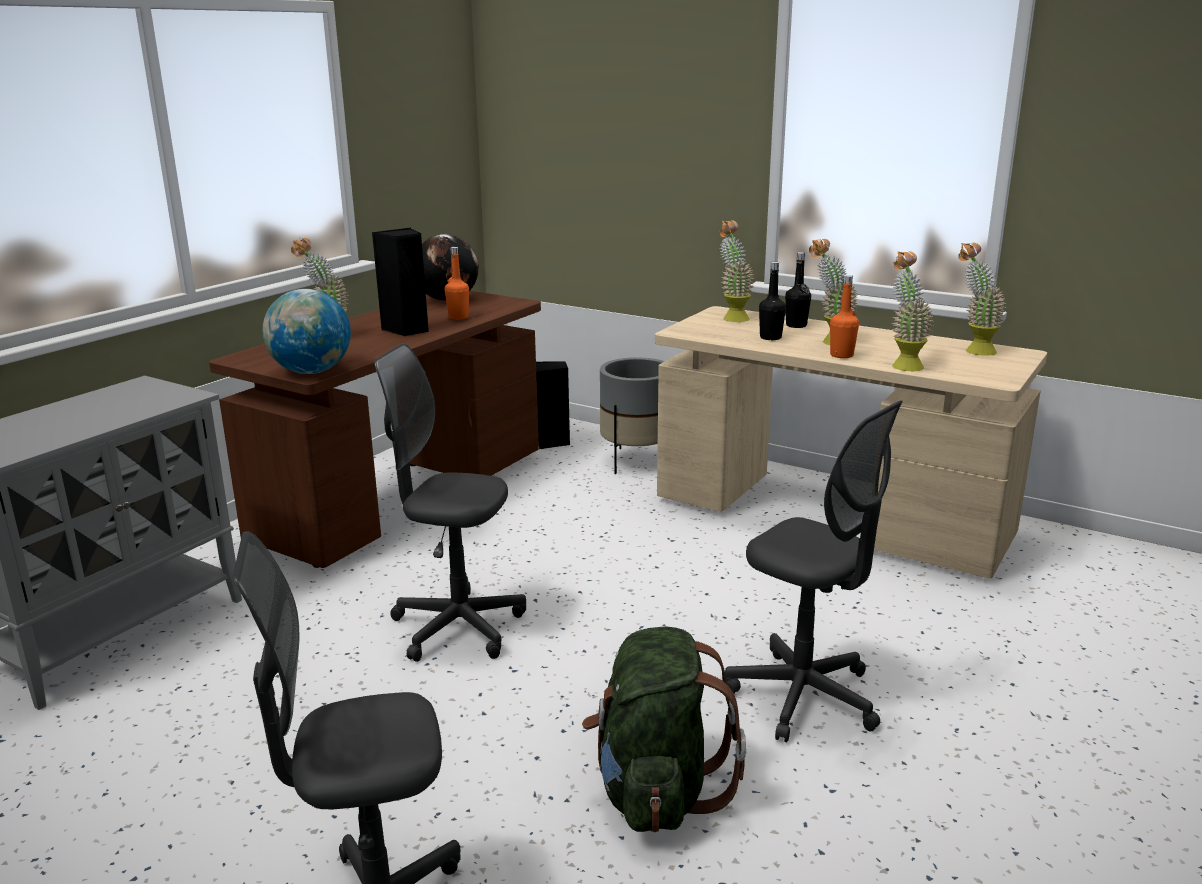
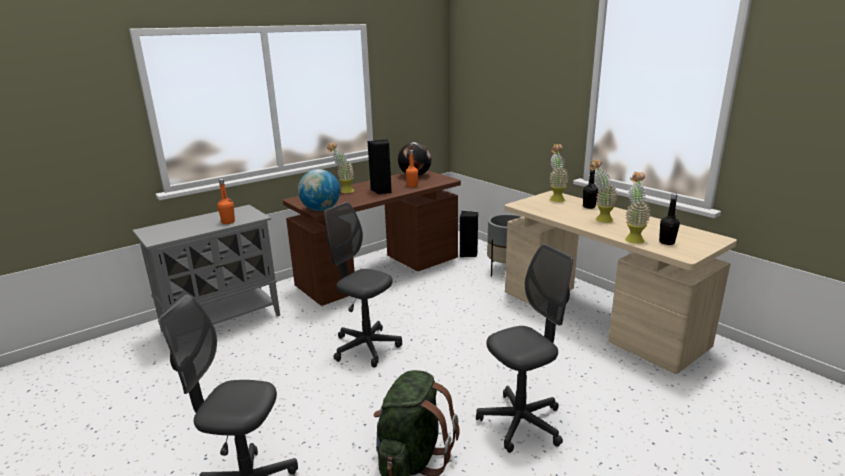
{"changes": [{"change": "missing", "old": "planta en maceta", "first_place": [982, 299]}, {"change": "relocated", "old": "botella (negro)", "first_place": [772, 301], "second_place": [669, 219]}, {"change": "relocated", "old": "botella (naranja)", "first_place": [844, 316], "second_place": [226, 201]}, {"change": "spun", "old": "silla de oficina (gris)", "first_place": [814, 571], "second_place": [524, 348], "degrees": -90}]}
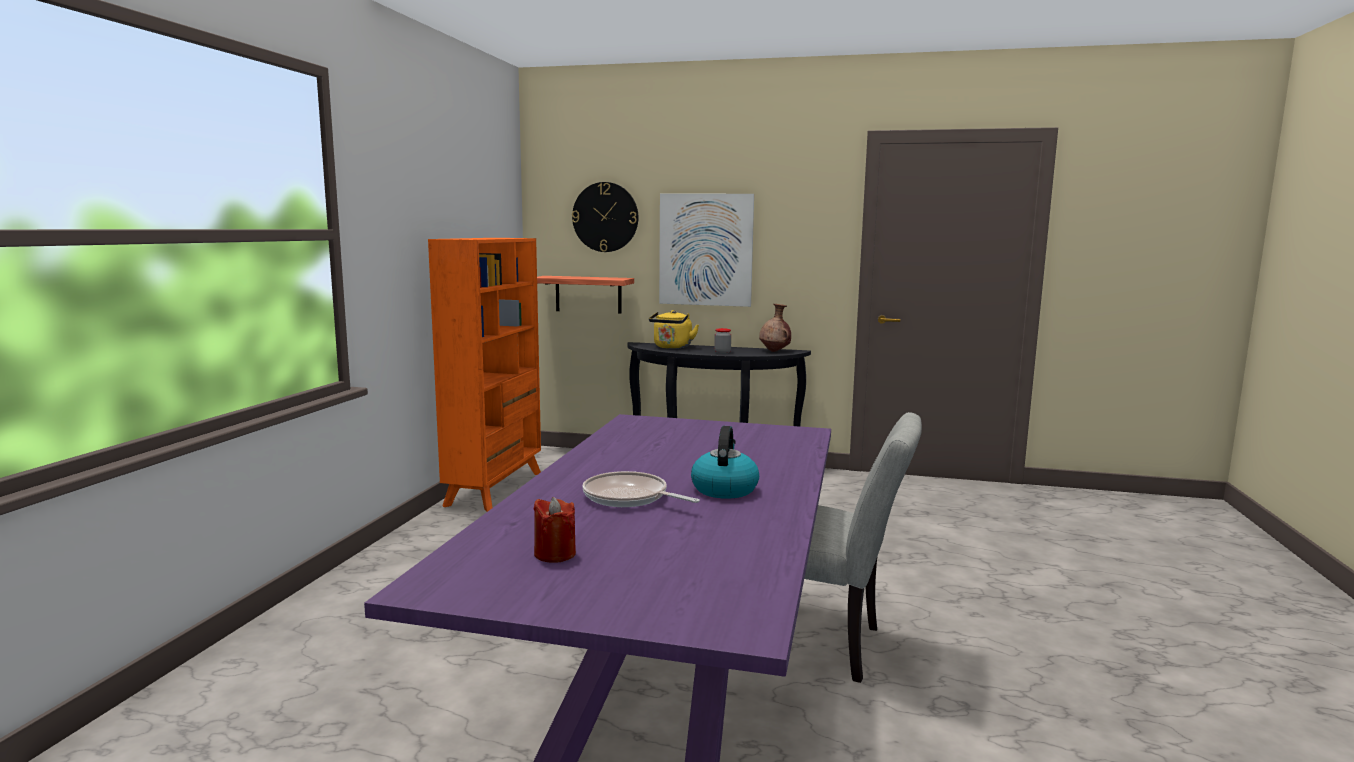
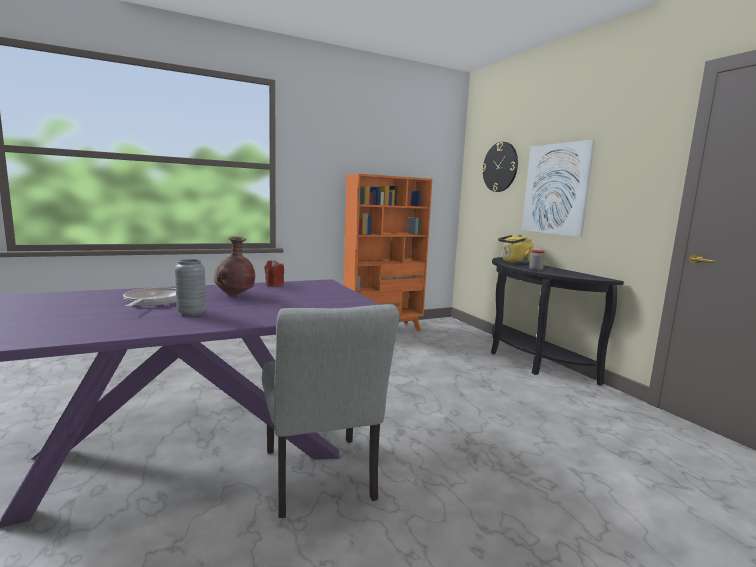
{"changes": [{"change": "missing", "old": "estante", "first_place": [585, 295]}, {"change": "relocated", "old": "vela (rojo)", "first_place": [555, 530], "second_place": [274, 273]}, {"change": "relocated", "old": "florero (marrón)", "first_place": [775, 328], "second_place": [234, 266]}, {"change": "exchanged", "old": "hervidor", "new": "florero (gris)", "first_place": [725, 462], "second_place": [190, 287]}]}
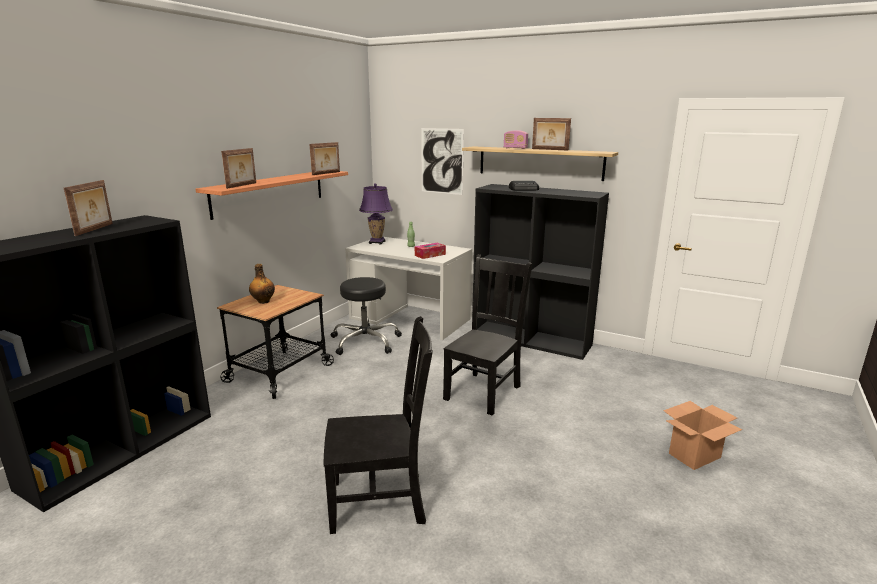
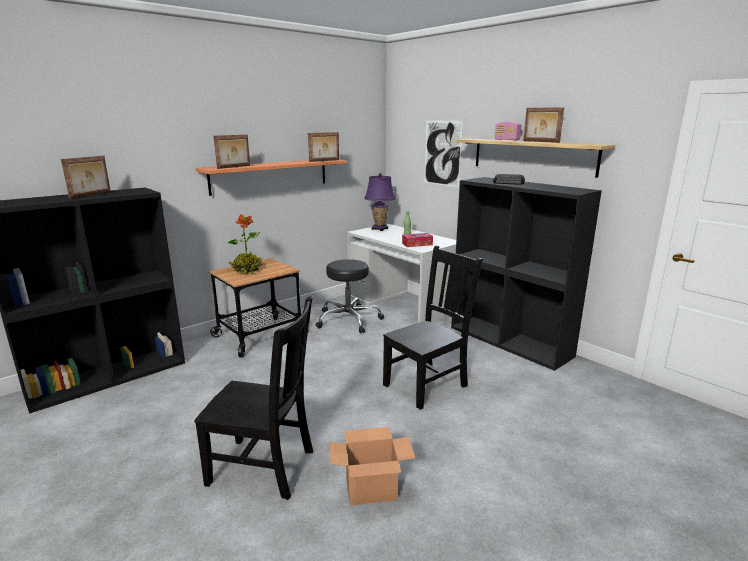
{"changes": [{"change": "relocated", "old": "caja de cartón", "first_place": [702, 435], "second_place": [372, 466]}, {"change": "exchanged", "old": "botella", "new": "planta en maceta", "first_place": [262, 284], "second_place": [245, 244]}]}
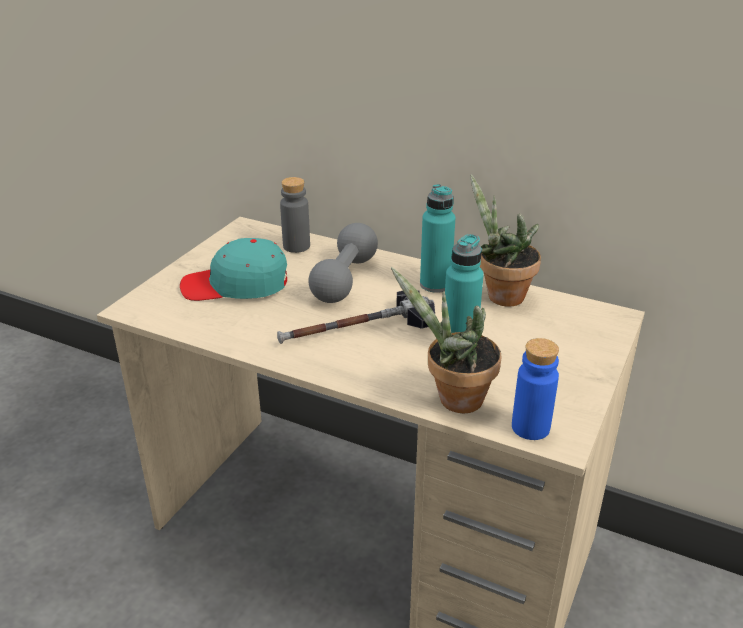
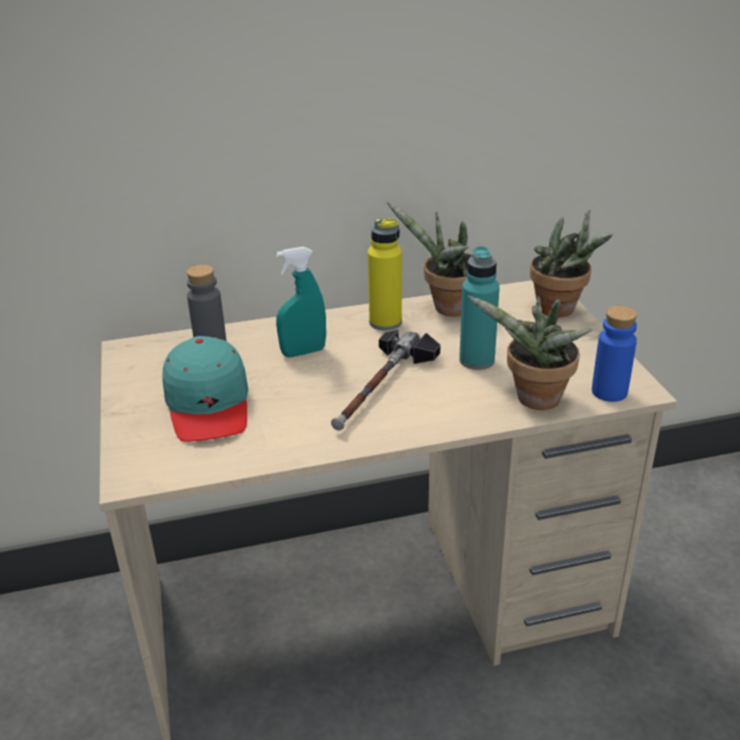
{"changes": [{"change": "appeared", "new": "planta en maceta", "second_place": [571, 263]}, {"change": "exchanged", "old": "mancuerna (gris)", "new": "pulverizador (turquesa)", "first_place": [343, 263], "second_place": [301, 301]}, {"change": "colour", "old": "botella (turquesa)", "new": "botella (amarillo)", "first_place": [437, 238], "second_place": [385, 274]}, {"change": "spun", "old": "gorra (turquesa)", "first_place": [233, 269], "second_place": [205, 389], "degrees": -60}]}
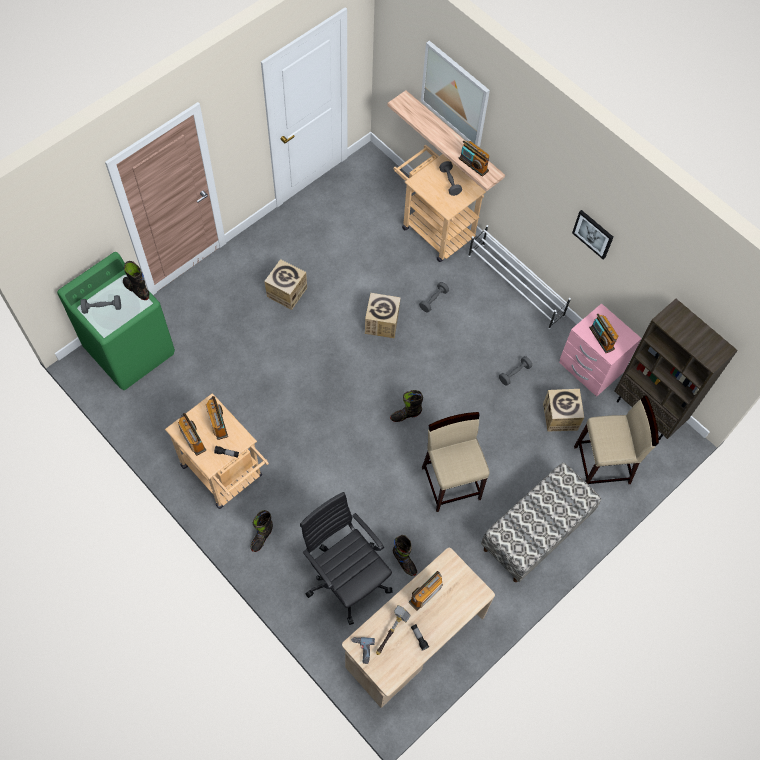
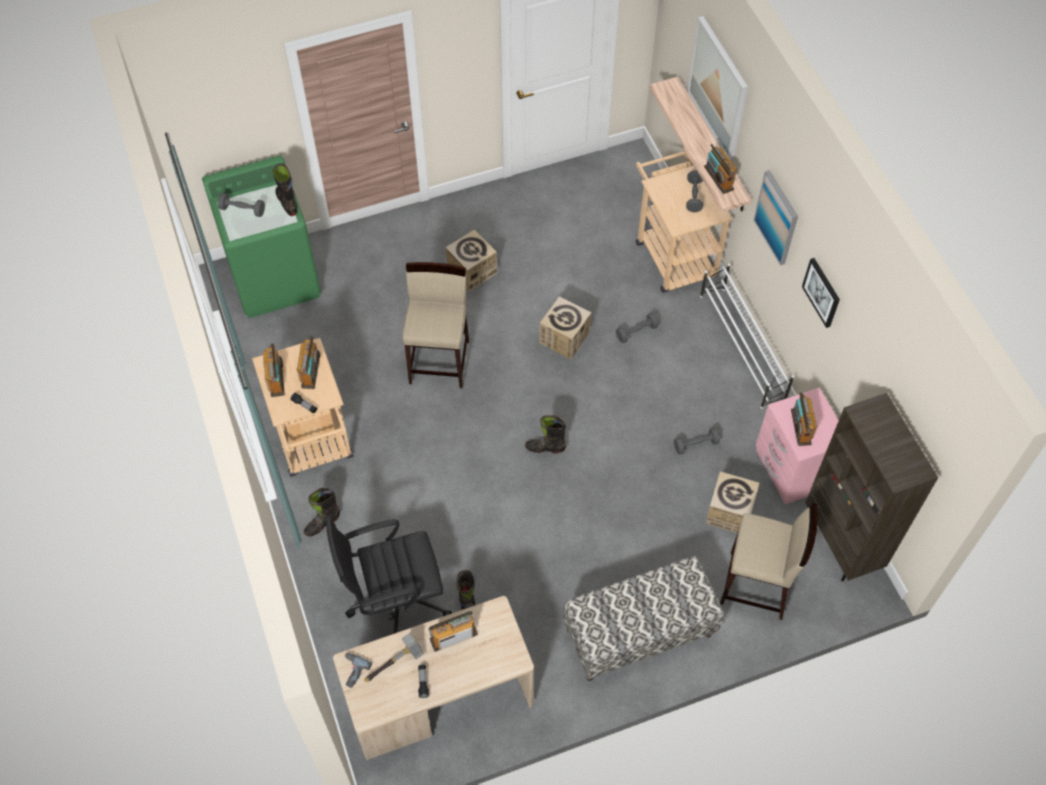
{"changes": [{"change": "appeared", "new": "cuadro", "second_place": [776, 217]}, {"change": "relocated", "old": "taburete (beis)", "first_place": [455, 462], "second_place": [435, 325]}, {"change": "spun", "old": "silla de oficina (negro)", "first_place": [346, 558], "second_place": [389, 575], "degrees": -90}]}
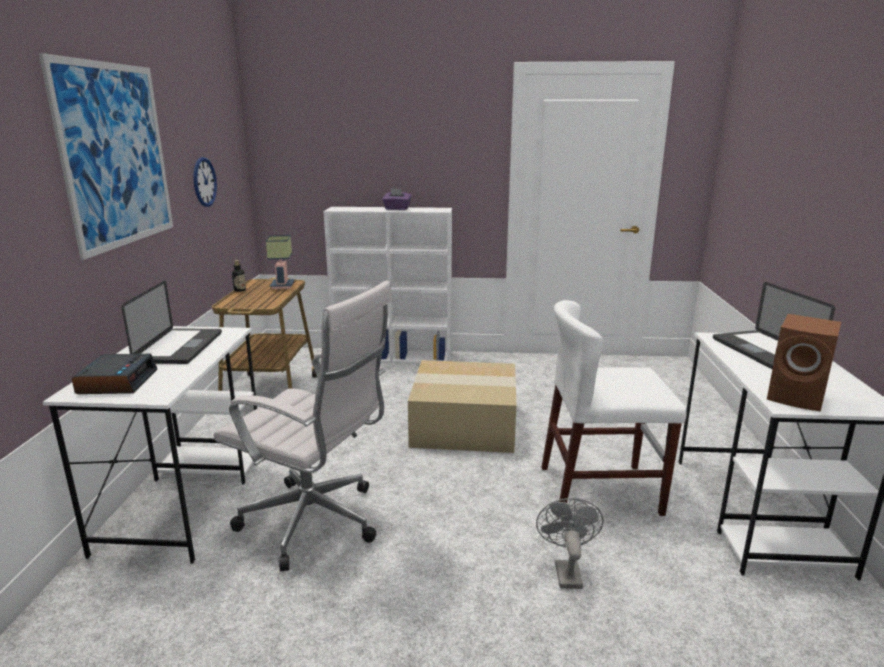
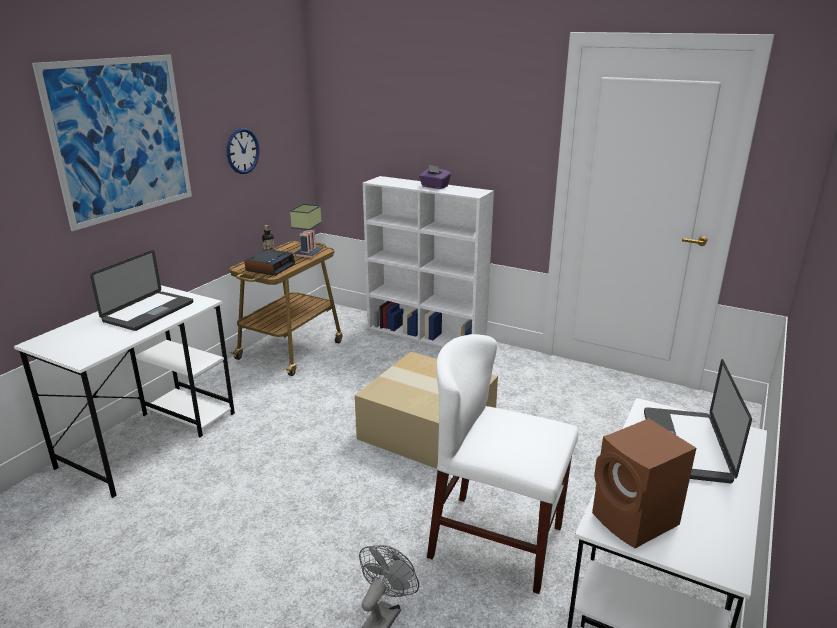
{"changes": [{"change": "missing", "old": "silla de oficina (blanco)", "first_place": [303, 426]}, {"change": "relocated", "old": "despertador", "first_place": [114, 374], "second_place": [270, 262]}]}
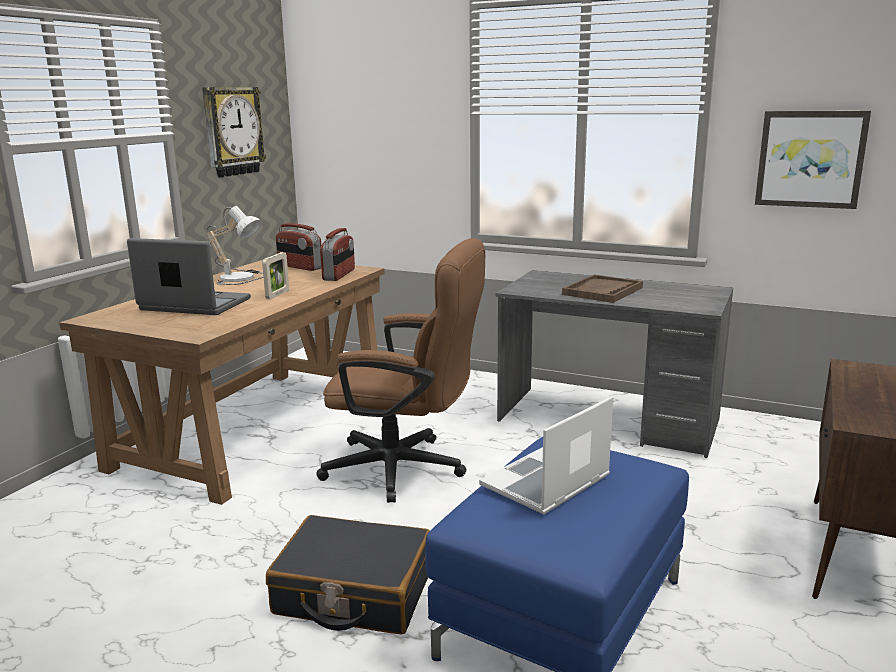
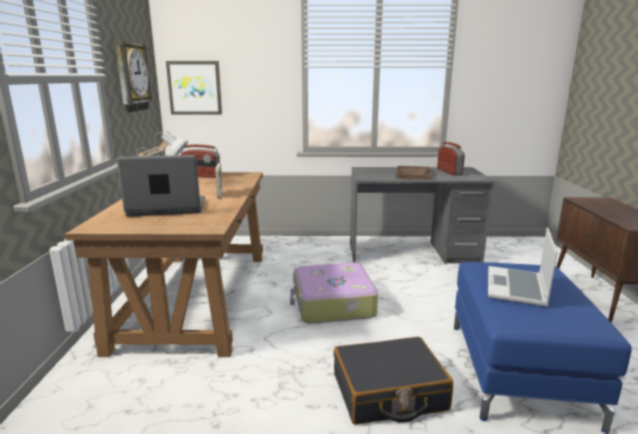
{"changes": [{"change": "relocated", "old": "radio", "first_place": [337, 254], "second_place": [451, 159]}, {"change": "relocated", "old": "cuadro", "first_place": [813, 160], "second_place": [194, 87]}, {"change": "exchanged", "old": "silla de oficina (marrón)", "new": "maleta", "first_place": [400, 370], "second_place": [334, 293]}]}
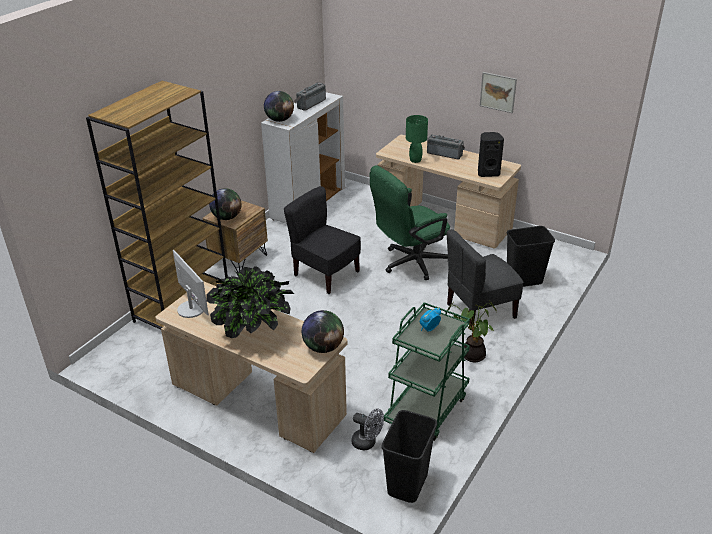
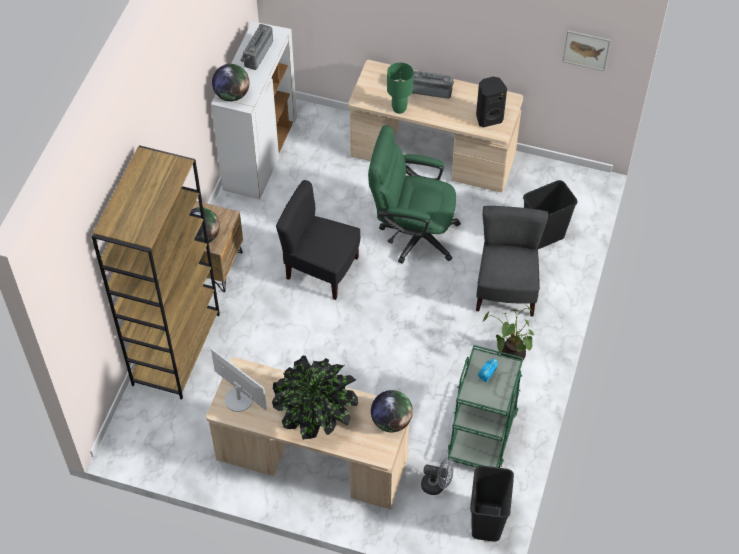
{"changes": [{"change": "relocated", "old": "cuadro", "first_place": [498, 92], "second_place": [586, 50]}, {"change": "spun", "old": "silla de oficina (verde)", "first_place": [410, 222], "second_place": [414, 194], "degrees": 60}, {"change": "spun", "old": "silla (gris)", "first_place": [485, 279], "second_place": [512, 261], "degrees": 135}]}
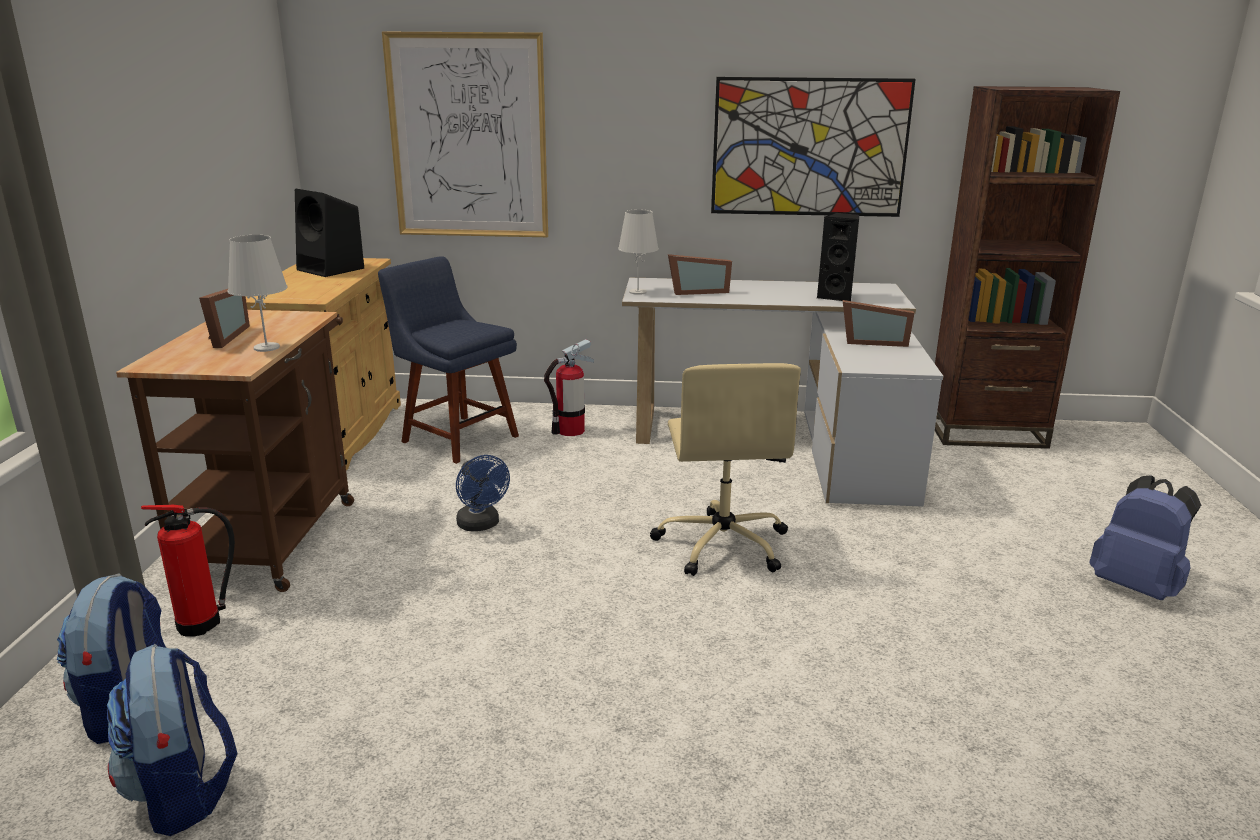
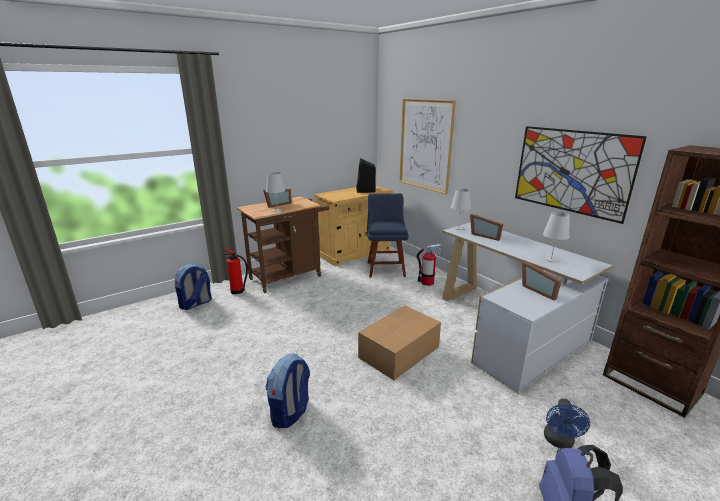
{"changes": [{"change": "relocated", "old": "mochila", "first_place": [172, 740], "second_place": [287, 391]}, {"change": "relocated", "old": "ventilador (azul)", "first_place": [483, 493], "second_place": [567, 423]}, {"change": "exchanged", "old": "silla de oficina (beis)", "new": "caja de cartón", "first_place": [725, 469], "second_place": [399, 343]}, {"change": "exchanged", "old": "altavoz (negro)", "new": "lámpara de mesa (blanco)", "first_place": [838, 256], "second_place": [556, 237]}]}
